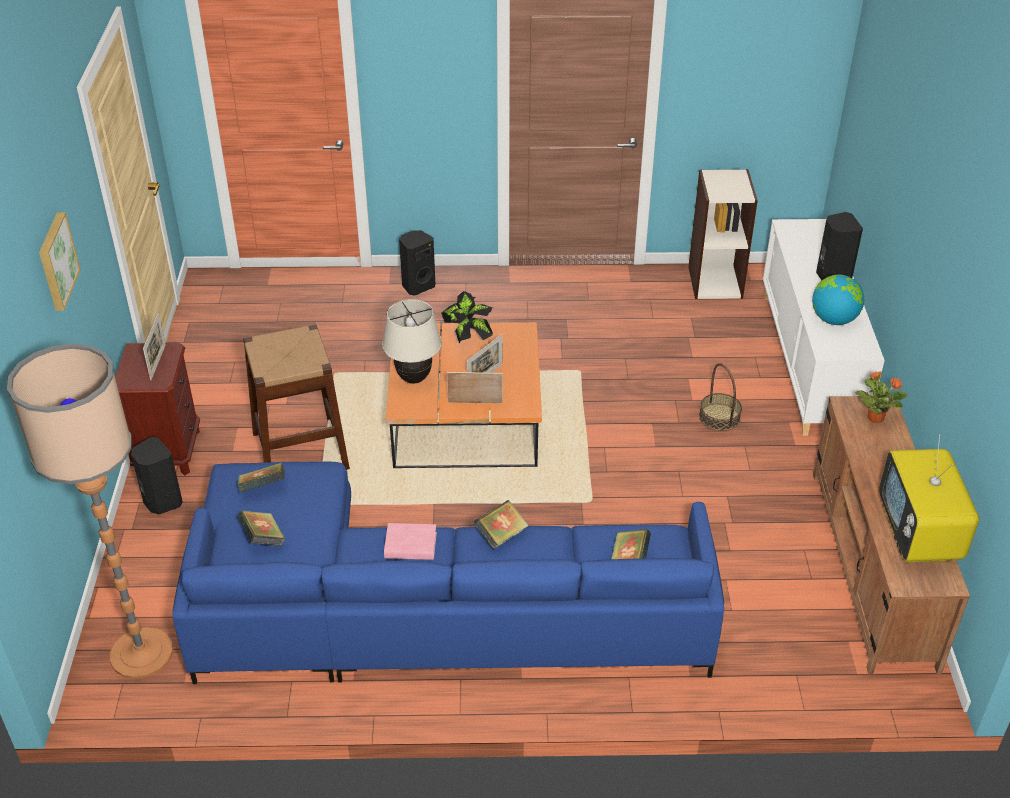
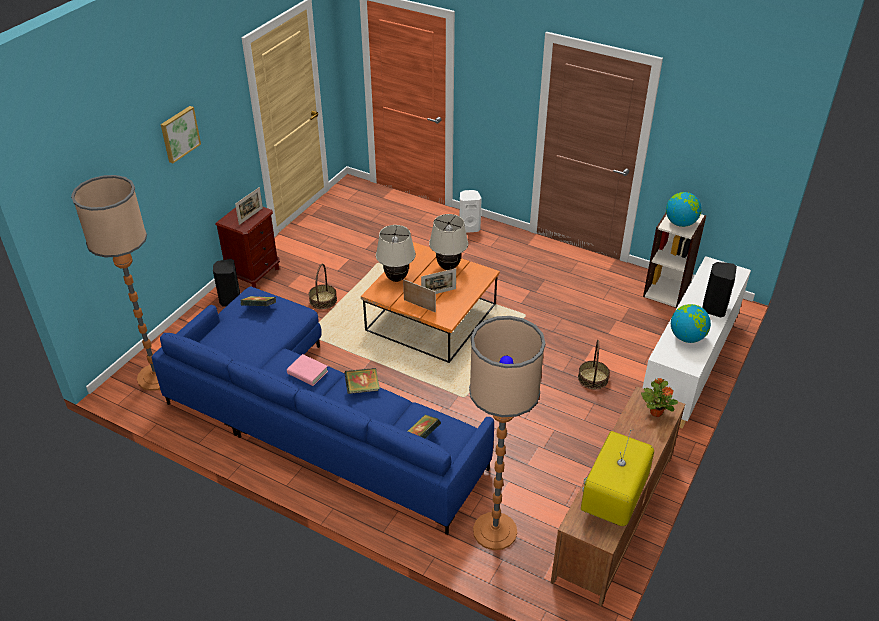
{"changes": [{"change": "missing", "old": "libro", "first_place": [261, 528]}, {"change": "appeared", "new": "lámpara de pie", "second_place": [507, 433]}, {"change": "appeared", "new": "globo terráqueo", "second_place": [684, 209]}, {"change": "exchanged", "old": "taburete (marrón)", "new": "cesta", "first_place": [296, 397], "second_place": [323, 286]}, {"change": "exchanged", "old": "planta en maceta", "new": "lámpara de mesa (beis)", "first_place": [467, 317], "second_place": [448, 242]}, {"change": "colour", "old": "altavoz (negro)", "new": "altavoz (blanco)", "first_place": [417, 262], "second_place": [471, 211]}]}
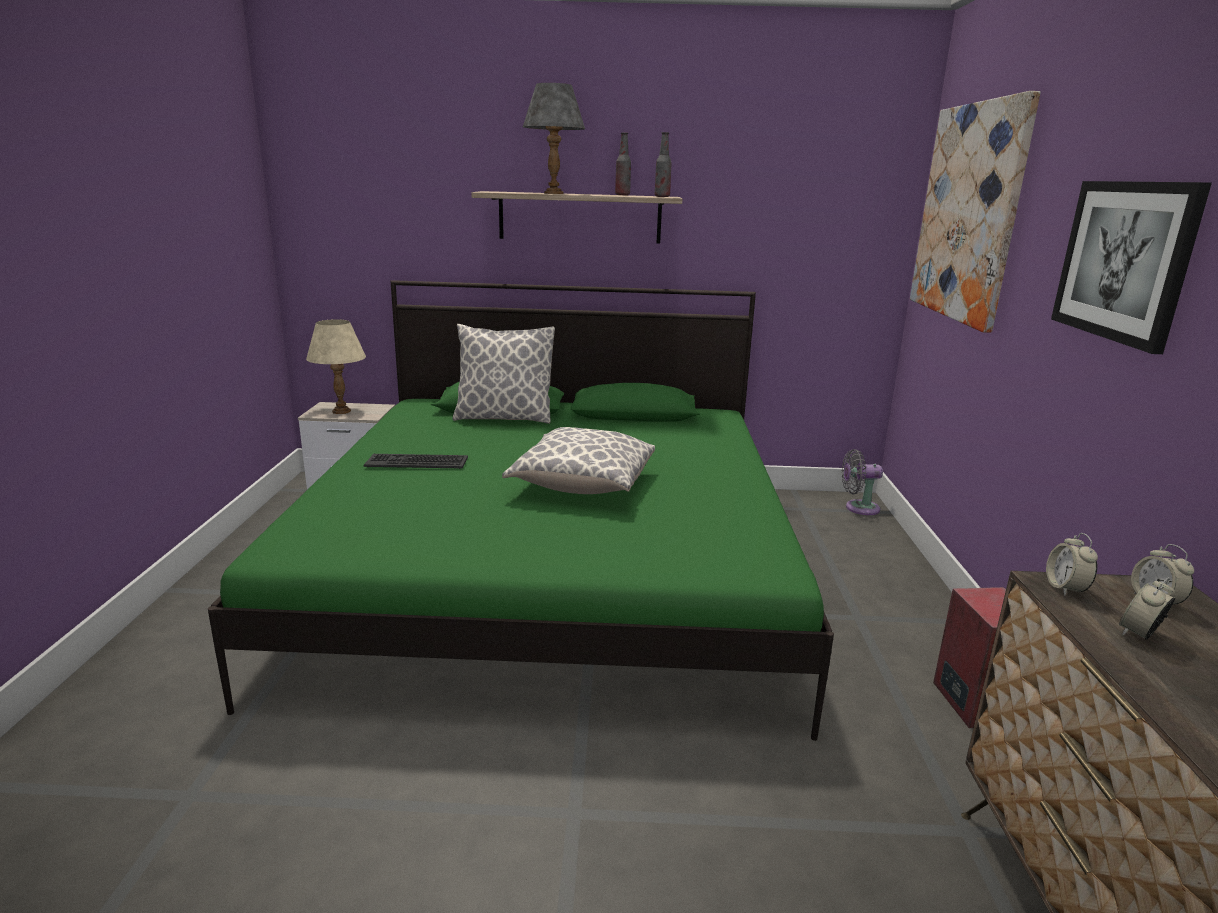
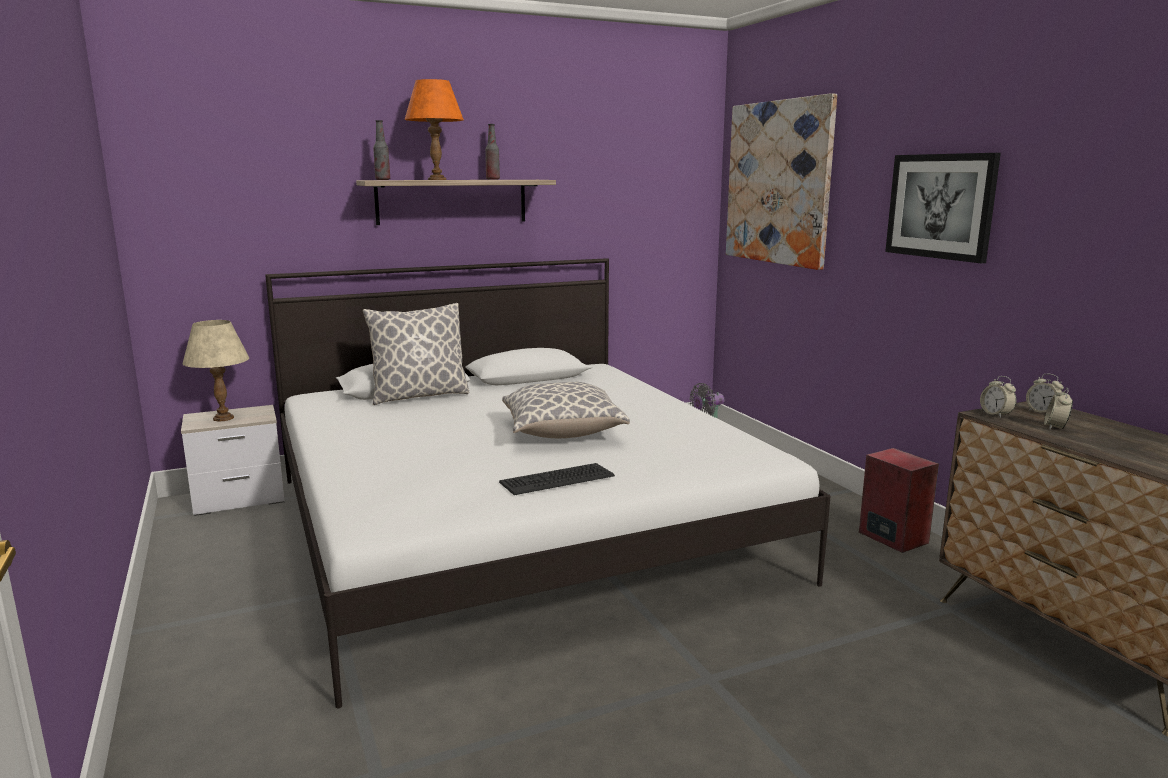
{"changes": [{"change": "relocated", "old": "teclado", "first_place": [416, 461], "second_place": [557, 479]}, {"change": "relocated", "old": "botella", "first_place": [663, 164], "second_place": [381, 150]}, {"change": "colour", "old": "cama (verde)", "new": "cama (blanco)", "first_place": [521, 510], "second_place": [548, 483]}, {"change": "colour", "old": "lámpara de mesa (gris)", "new": "lámpara de mesa (naranja)", "first_place": [554, 138], "second_place": [434, 129]}]}
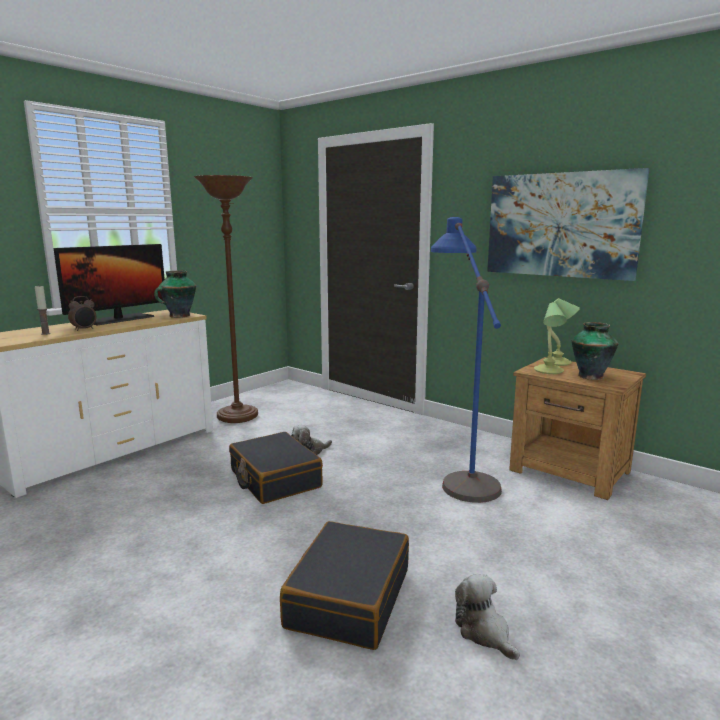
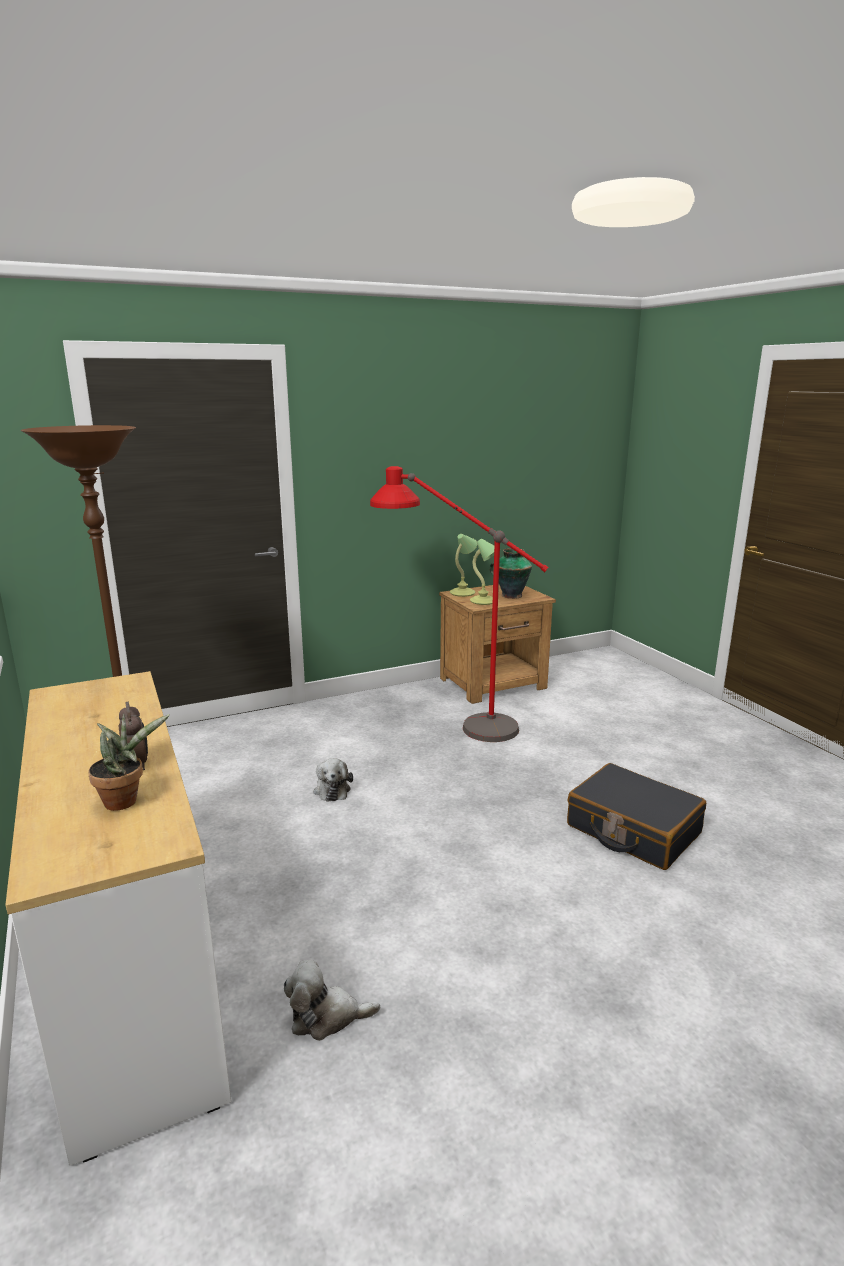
{"changes": [{"change": "missing", "old": "monitor", "first_place": [109, 284]}, {"change": "missing", "old": "florero", "first_place": [175, 294]}, {"change": "missing", "old": "maleta (negro)", "first_place": [276, 468]}, {"change": "missing", "old": "cuadro", "first_place": [568, 224]}, {"change": "relocated", "old": "peluche", "first_place": [487, 617], "second_place": [332, 1000]}, {"change": "exchanged", "old": "vela", "new": "planta en maceta", "first_place": [43, 310], "second_place": [129, 762]}, {"change": "colour", "old": "lámpara de pie (azul)", "new": "lámpara de pie (rojo)", "first_place": [466, 360], "second_place": [459, 604]}]}
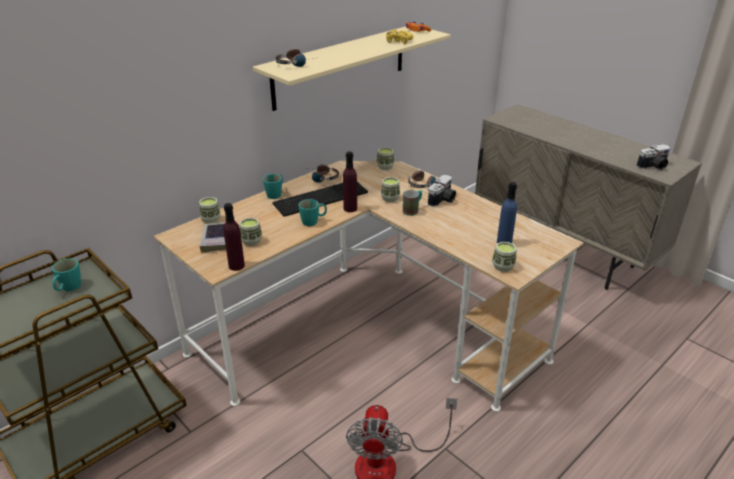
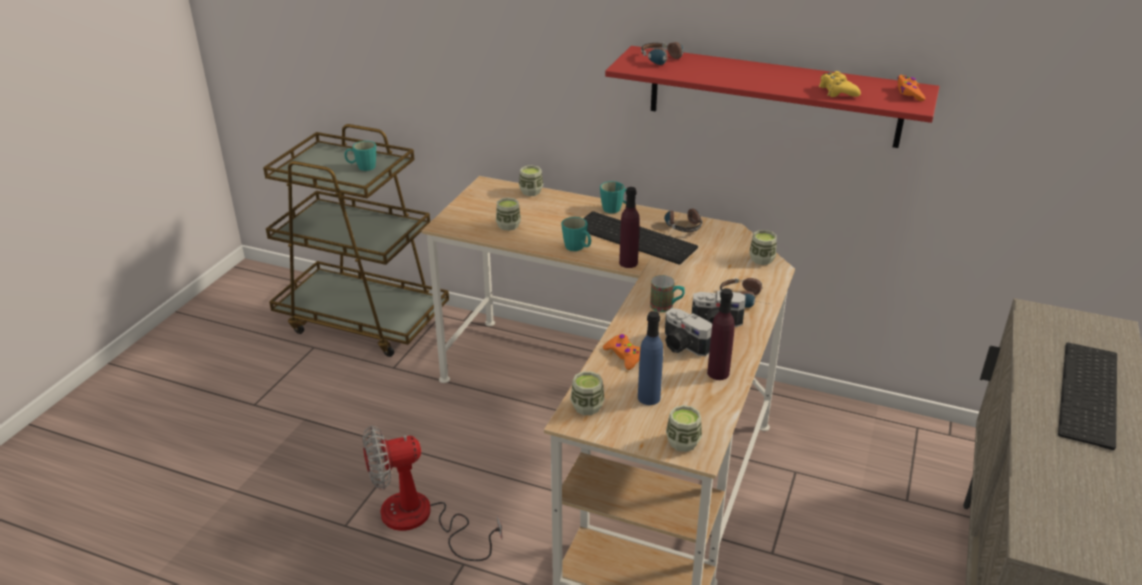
{"changes": [{"change": "missing", "old": "libro", "first_place": [212, 237]}, {"change": "appeared", "new": "mando de consola (naranja)", "second_place": [621, 352]}, {"change": "appeared", "new": "teclado", "second_place": [1087, 396]}, {"change": "relocated", "old": "botella (morado)", "first_place": [234, 237], "second_place": [721, 334]}, {"change": "relocated", "old": "taza", "first_place": [390, 189], "second_place": [684, 428]}, {"change": "relocated", "old": "cámara", "first_place": [653, 157], "second_place": [688, 332]}, {"change": "colour", "old": "estante (beis)", "new": "estante (rojo)", "first_place": [352, 69], "second_place": [772, 97]}]}
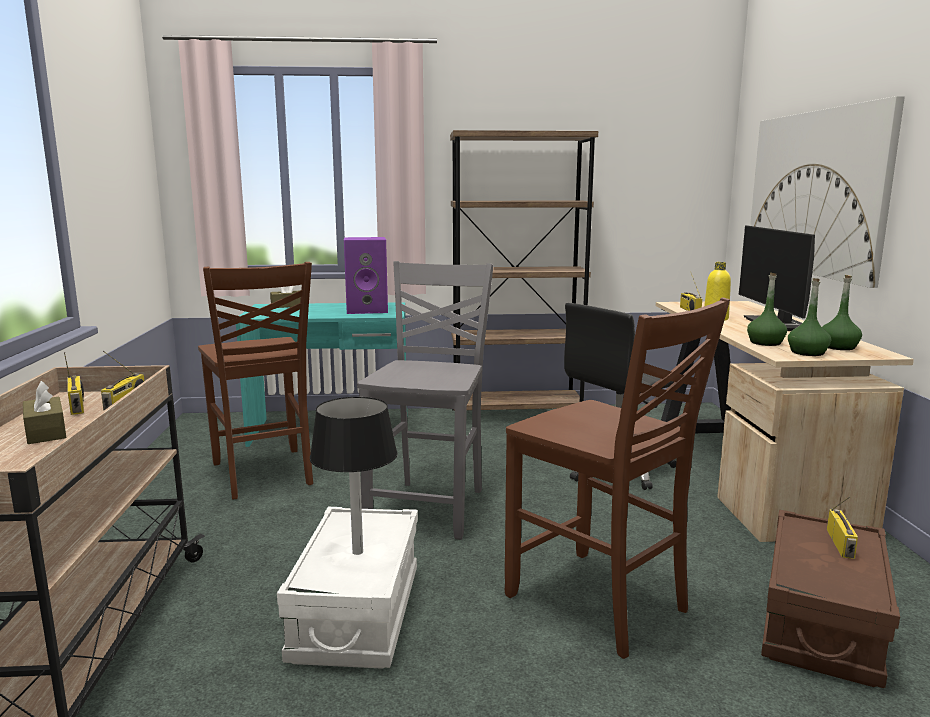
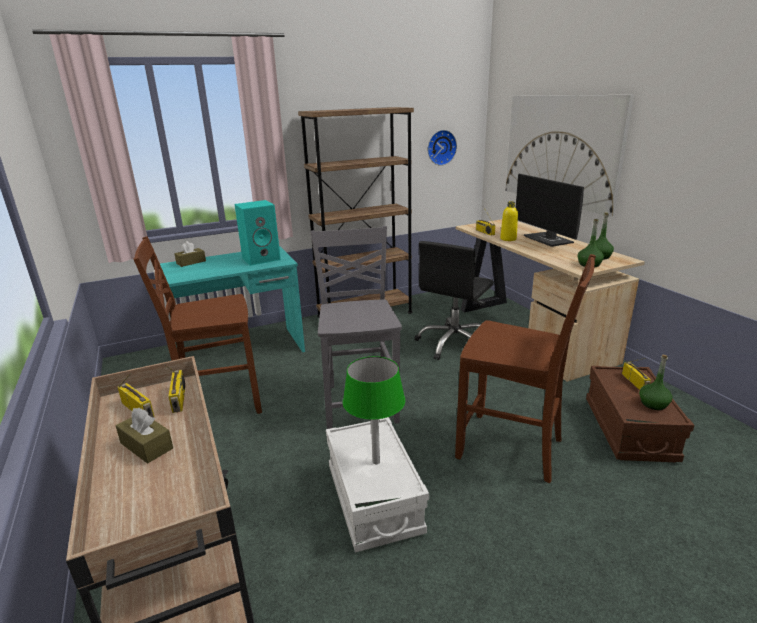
{"changes": [{"change": "appeared", "new": "reloj de pared", "second_place": [442, 148]}, {"change": "relocated", "old": "botella (verde)", "first_place": [767, 309], "second_place": [656, 382]}, {"change": "colour", "old": "lámpara de mesa (negro)", "new": "lámpara de mesa (verde)", "first_place": [354, 476], "second_place": [374, 410]}, {"change": "colour", "old": "altavoz (morado)", "new": "altavoz (turquesa)", "first_place": [366, 275], "second_place": [258, 233]}, {"change": "spun", "old": "silla (marrón)", "first_place": [255, 380], "second_place": [197, 325], "degrees": 120}]}
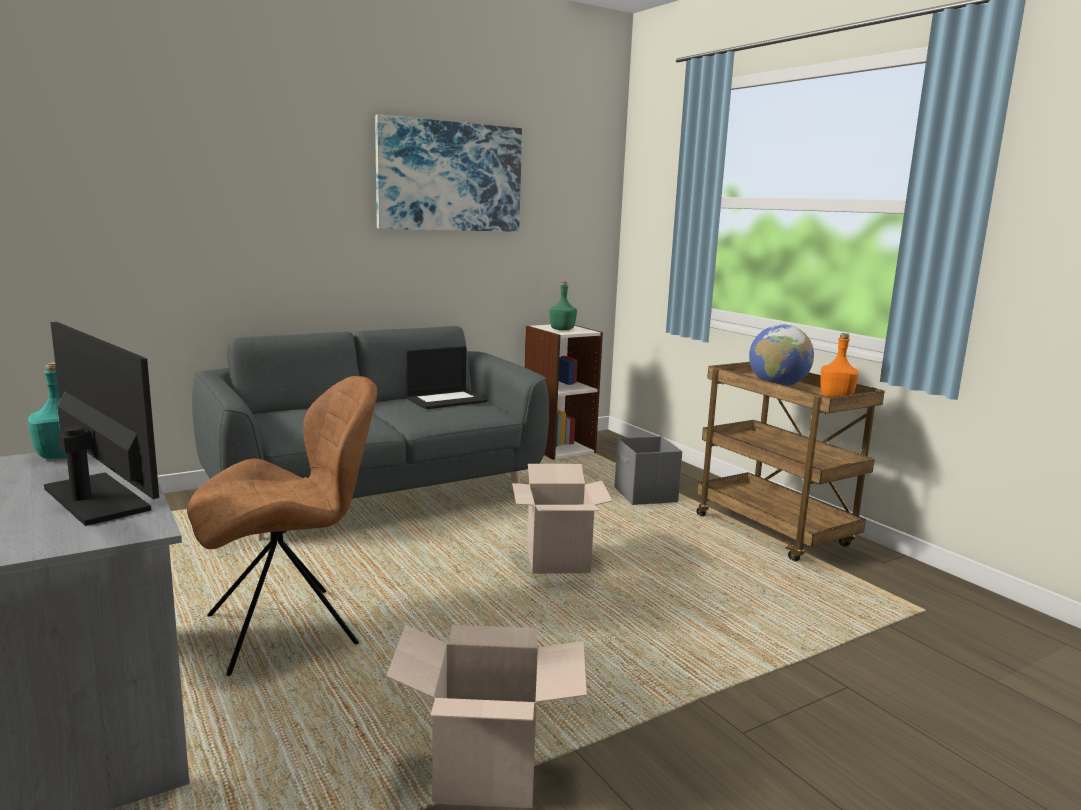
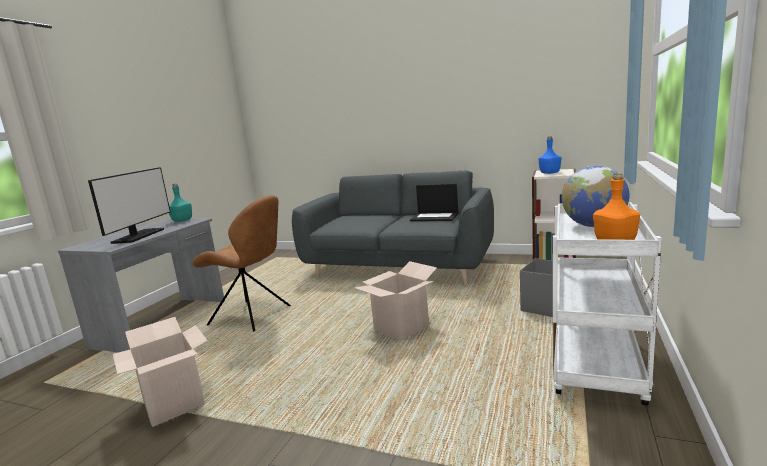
{"changes": [{"change": "missing", "old": "cuadro", "first_place": [448, 173]}, {"change": "colour", "old": "botella (verde)", "new": "botella (azul)", "first_place": [563, 306], "second_place": [549, 155]}, {"change": "colour", "old": "carrito (marrón)", "new": "carrito (blanco)", "first_place": [791, 461], "second_place": [607, 304]}]}
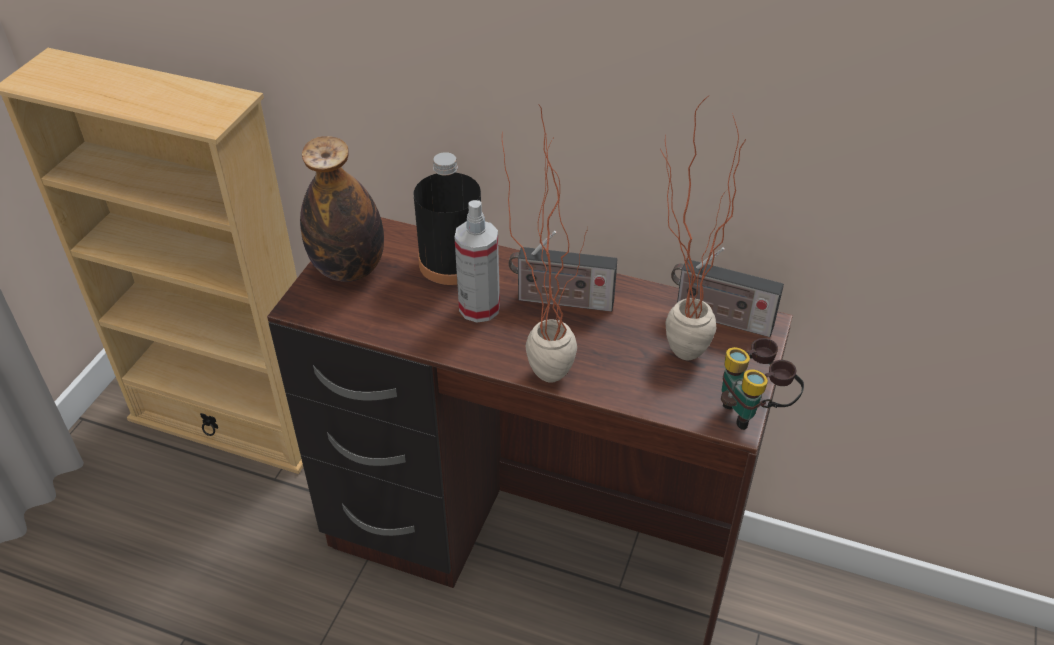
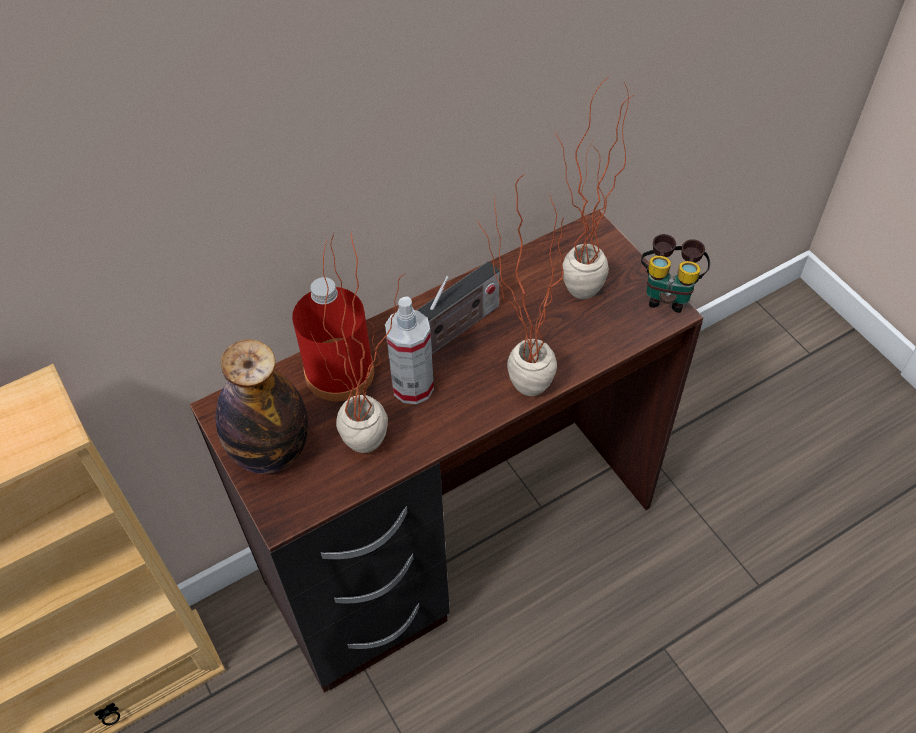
{"changes": [{"change": "missing", "old": "radio", "first_place": [727, 292]}, {"change": "appeared", "new": "planta en maceta", "second_place": [357, 343]}, {"change": "colour", "old": "botella (negro)", "new": "botella (rojo)", "first_place": [447, 218], "second_place": [333, 339]}]}
